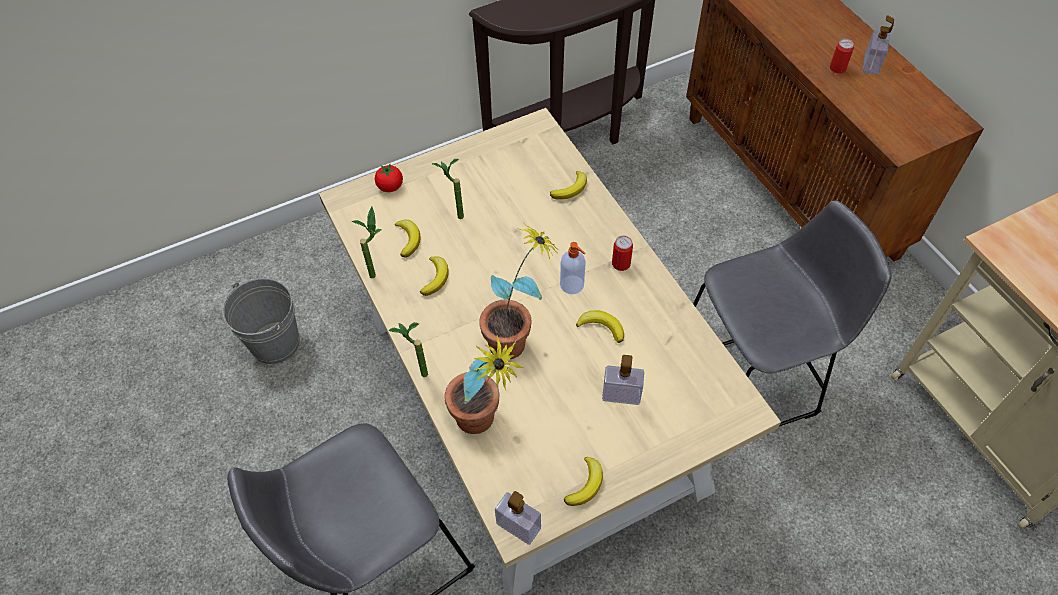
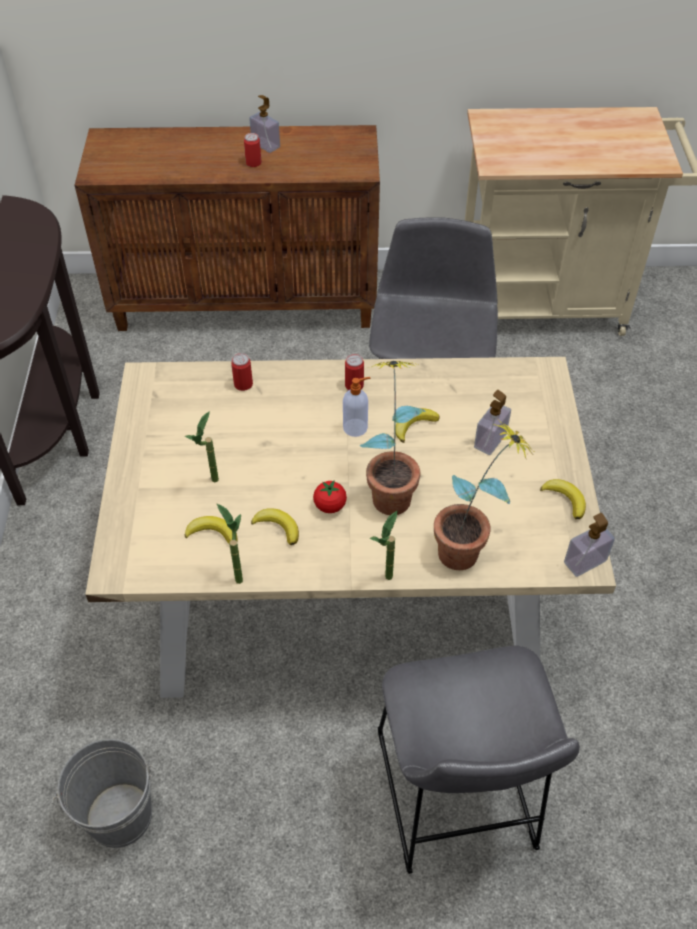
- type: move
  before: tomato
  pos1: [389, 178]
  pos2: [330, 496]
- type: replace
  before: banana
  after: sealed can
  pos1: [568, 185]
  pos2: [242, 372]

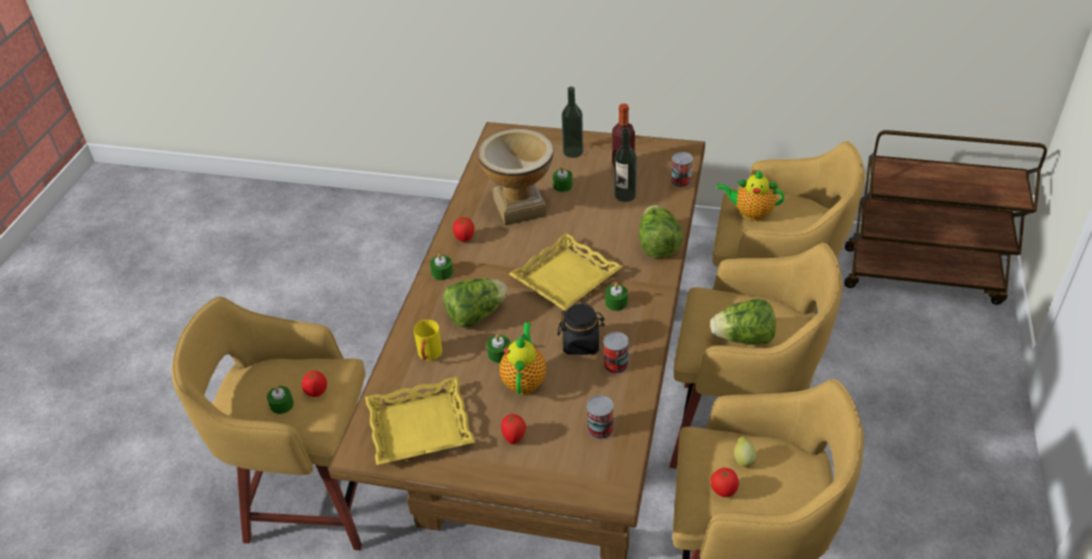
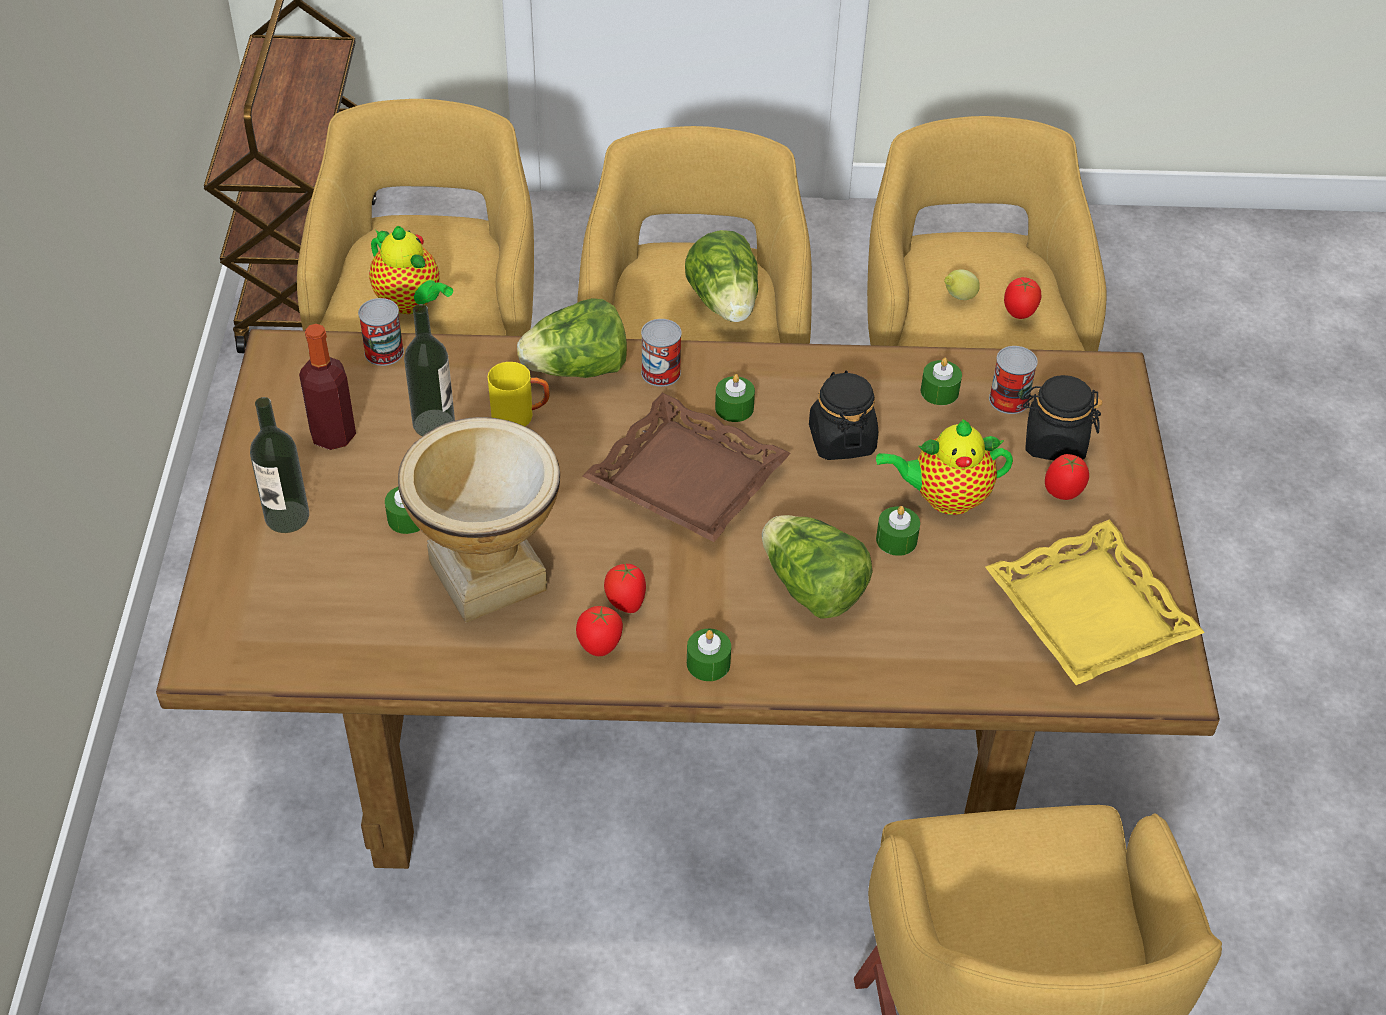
- type: move
  before: wax light (greenish)
  pos1: [280, 400]
  pos2: [941, 381]
- type: move
  before: tomato
  pos1: [314, 384]
  pos2: [625, 587]
- type: move
  before: coffee mug (yellow)
  pos1: [428, 340]
  pos2: [519, 394]
- type: recolor
  before: carrying tray (yellow)
  after: carrying tray (brown)
  pos1: [566, 271]
  pos2: [687, 467]
- type: move
  before: sealed can
  pos1: [616, 353]
  pos2: [661, 353]
- type: rotate
  before: pot for tea
  pos1: [750, 195]
  pos2: [411, 270]
  turn: -45
- type: insert
  after: preserve jar (black)
  pos2: [1063, 417]

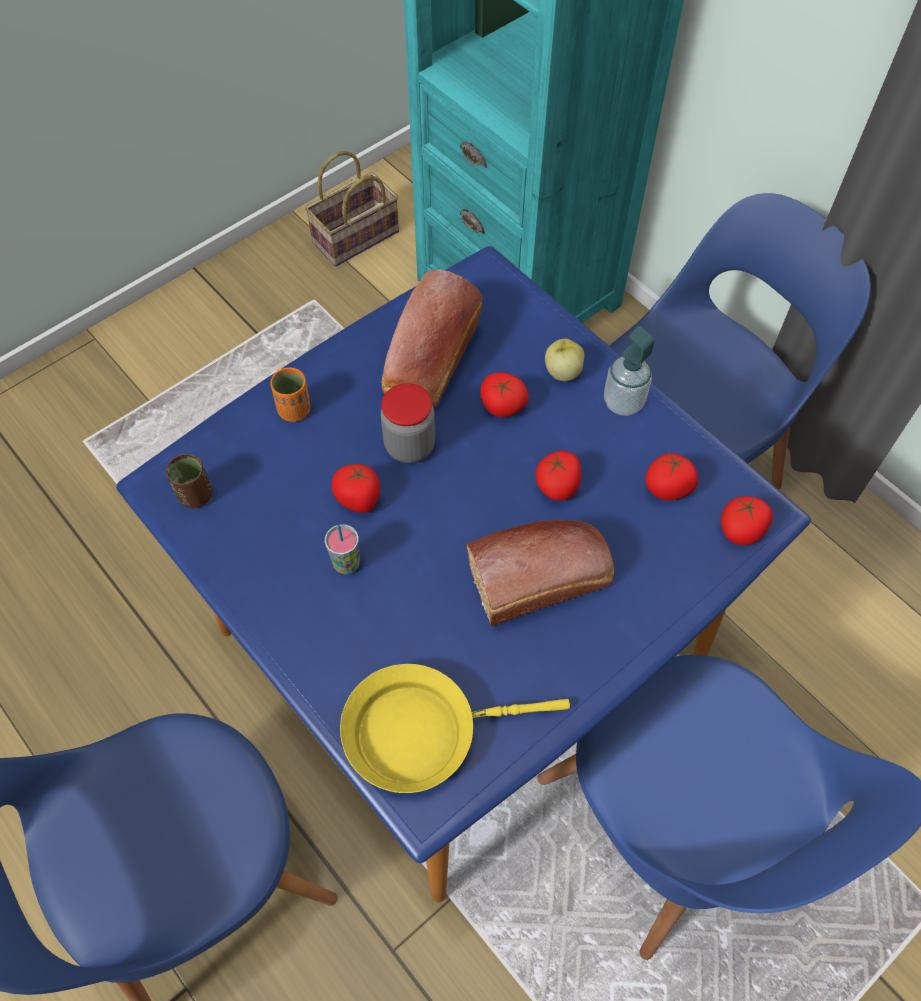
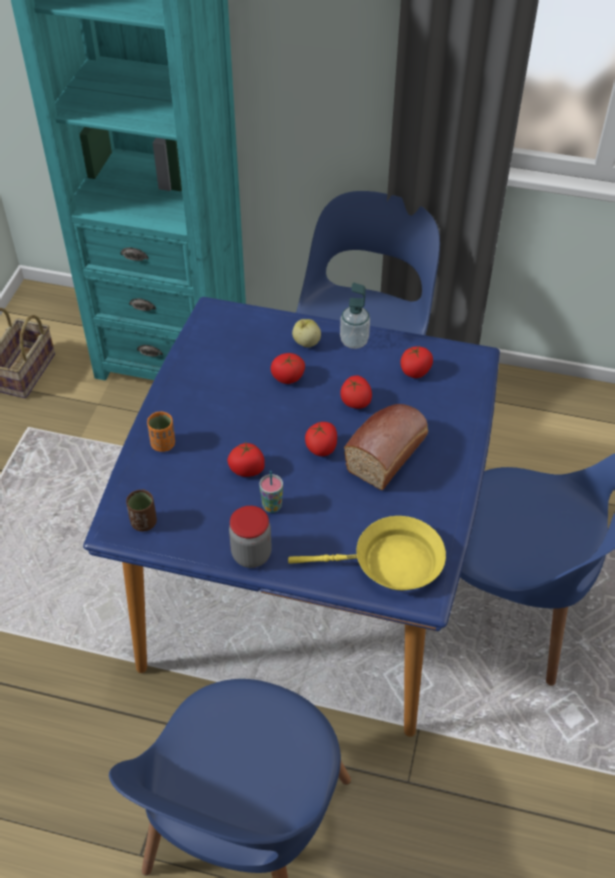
- type: rotate
  before: skillet (yellow)
  pos1: [455, 728]
  pos2: [367, 553]
  turn: -135
- type: move
  before: preserve jar
  pos1: [408, 423]
  pos2: [250, 537]
- type: delete
  before: baked bread
  pos1: [432, 338]
- type: move
  before: tomato
  pos1: [747, 521]
  pos2: [321, 439]

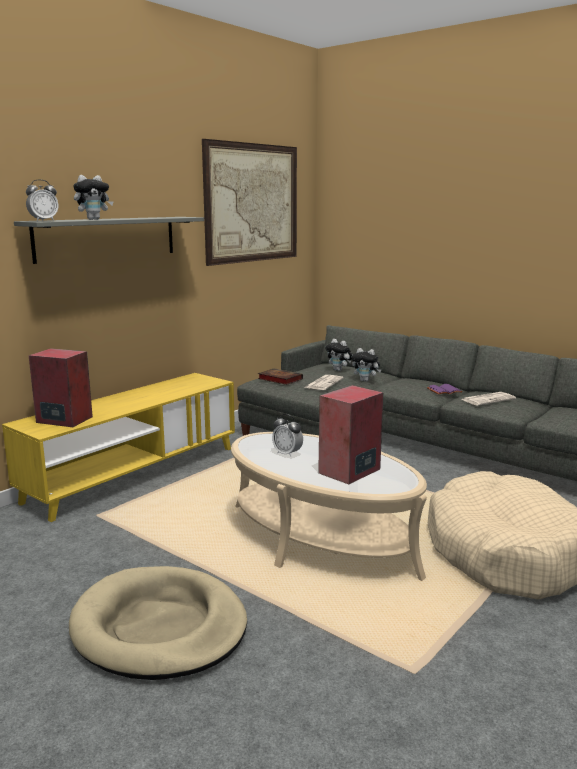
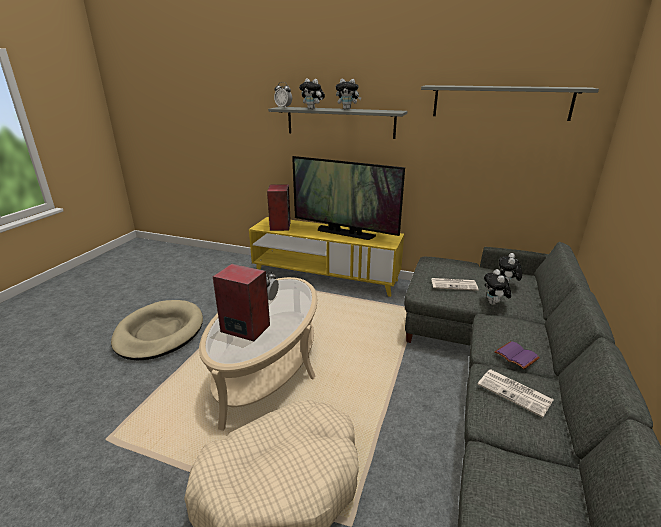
- type: replace
  before: wall art
  after: shelf (greyish)
  pos1: [249, 202]
  pos2: [510, 103]
- type: delete
  before: bound book
  pos1: [280, 376]
- type: insert
  after: television
  pos2: [348, 198]
- type: insert
  after: soft toy
  pos2: [349, 94]

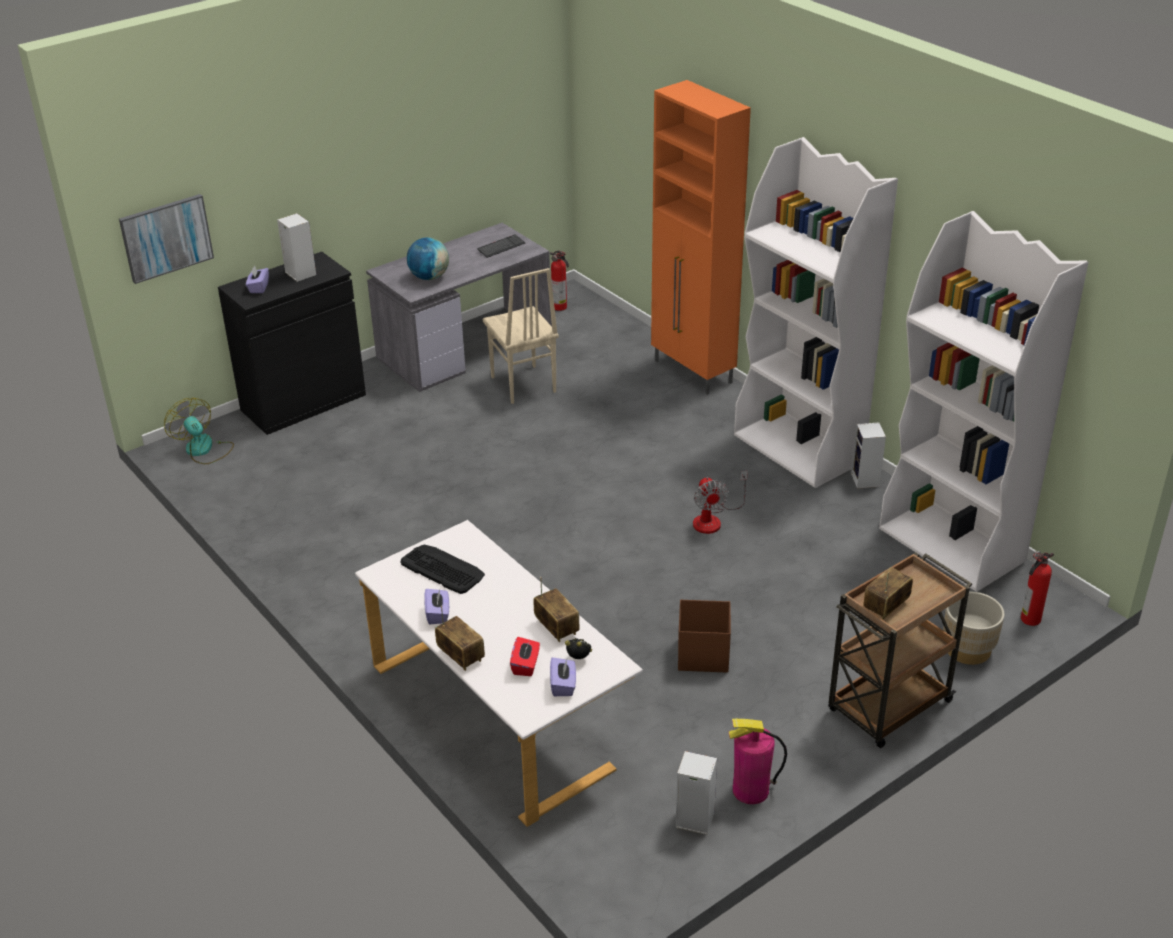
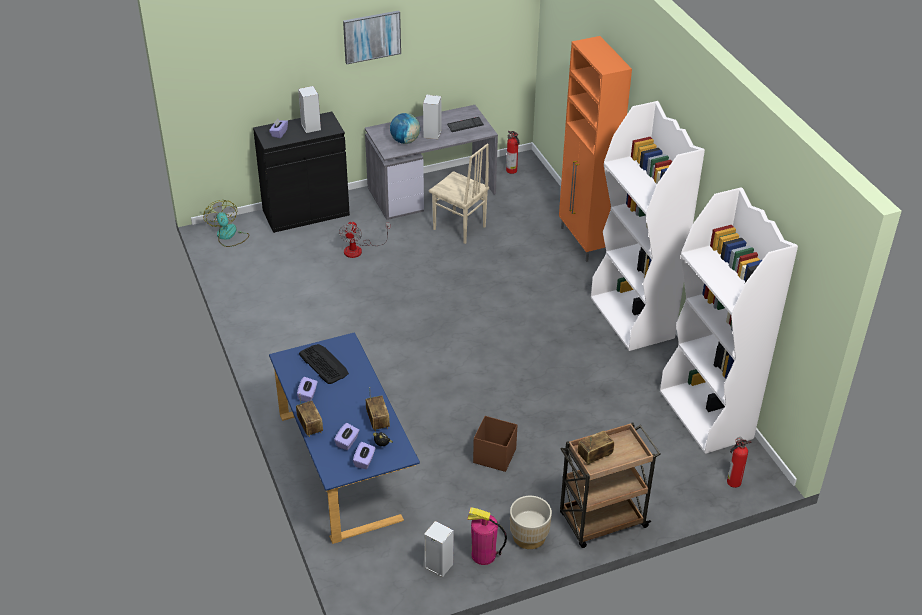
- type: move
  before: wall art
  pos1: [166, 239]
  pos2: [372, 37]
- type: recolor
  before: desk table (white-coloured)
  after: desk table (blue)
  pos1: [498, 673]
  pos2: [344, 438]
- type: rotate
  before: plain chair (sand-coloured)
  pos1: [521, 336]
  pos2: [459, 194]
  turn: -45
- type: recolor
  before: box of tissues (reddish)
  after: box of tissues (purple)
  pos1: [525, 656]
  pos2: [346, 436]
- type: move
  before: fan
  pos1: [720, 502]
  pos2: [364, 239]
- type: move
  before: loudspeaker
  pos1: [868, 455]
  pos2: [432, 117]
- type: move
  before: flower pot (sand-coloured)
  pos1: [973, 628]
  pos2: [531, 522]

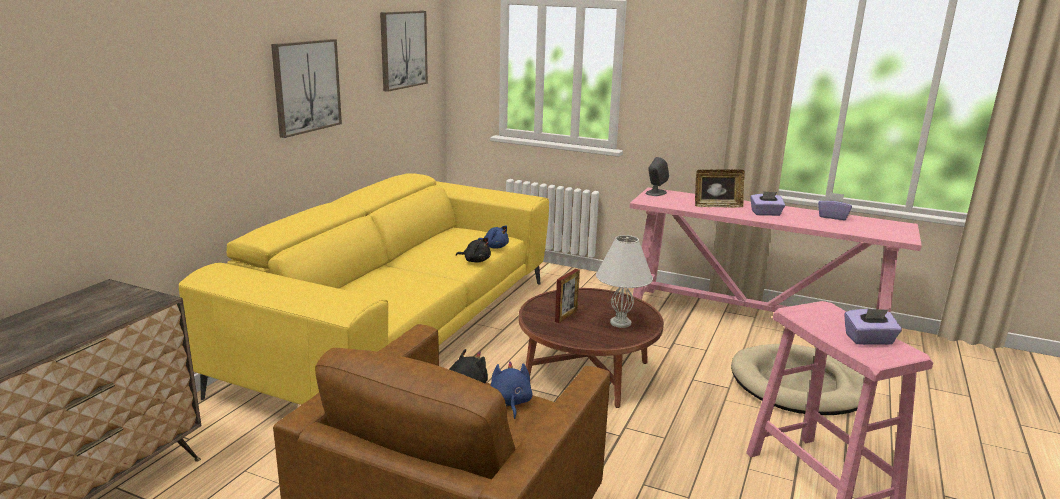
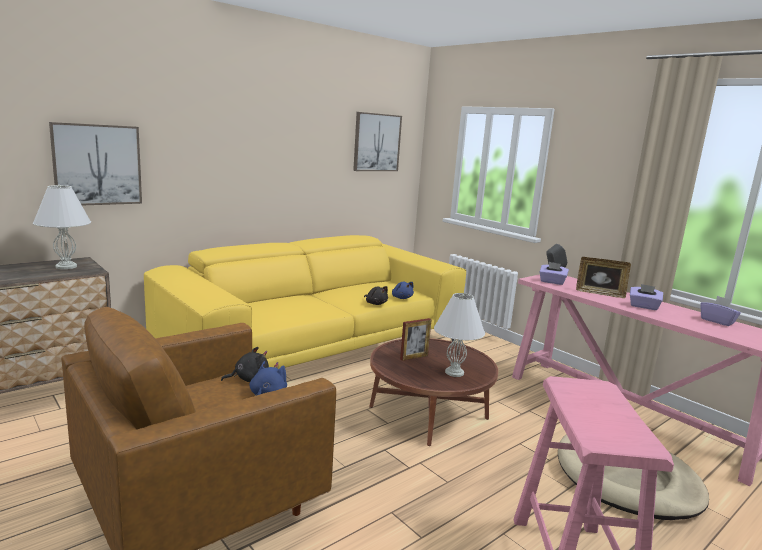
- type: move
  before: wall art
  pos1: [306, 88]
  pos2: [95, 164]
- type: move
  before: box of tissues (purple)
  pos1: [873, 327]
  pos2: [554, 273]
- type: insert
  after: table lamp (white-coloured)
  pos2: [62, 227]

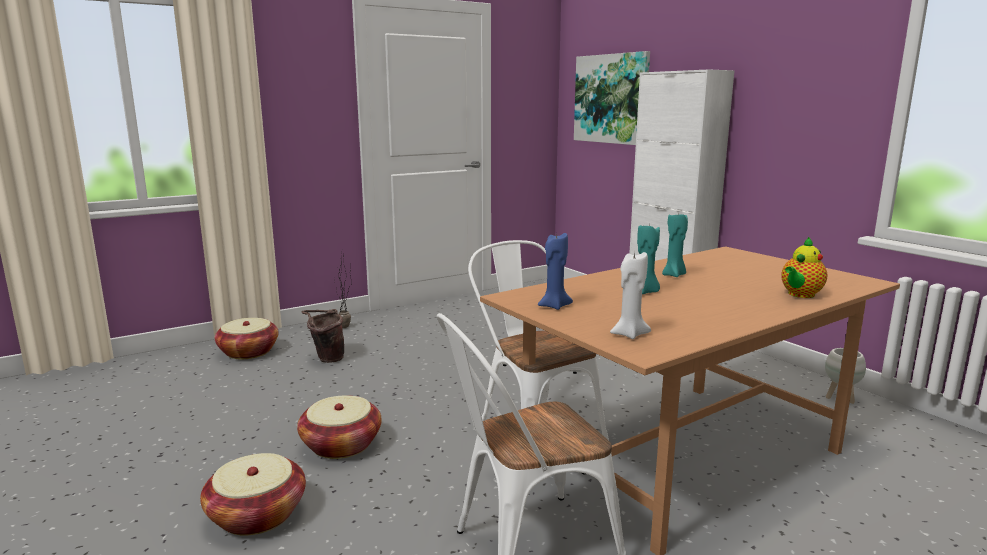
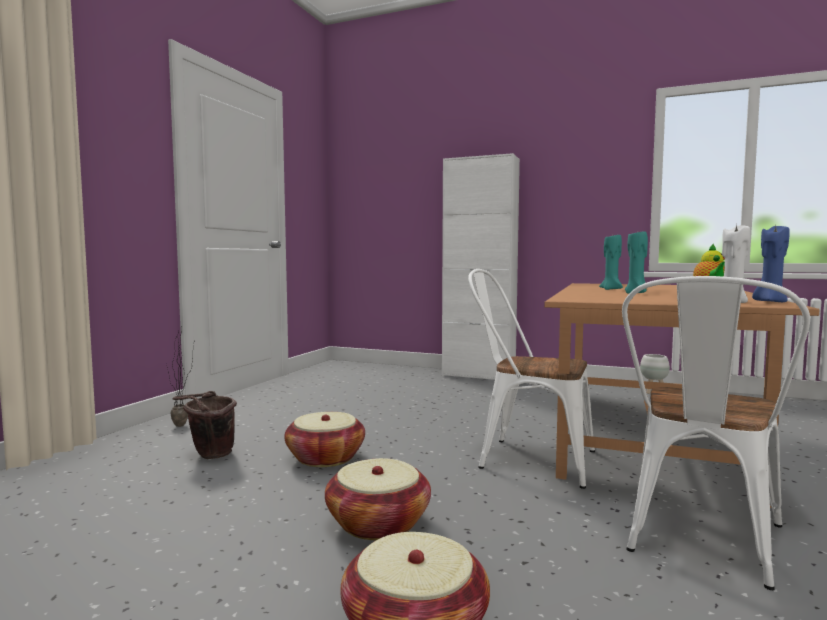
- type: move
  before: household basket
  pos1: [247, 338]
  pos2: [324, 439]
- type: move
  before: wax light (blue)
  pos1: [555, 271]
  pos2: [771, 264]
- type: delete
  before: wall art
  pos1: [612, 98]

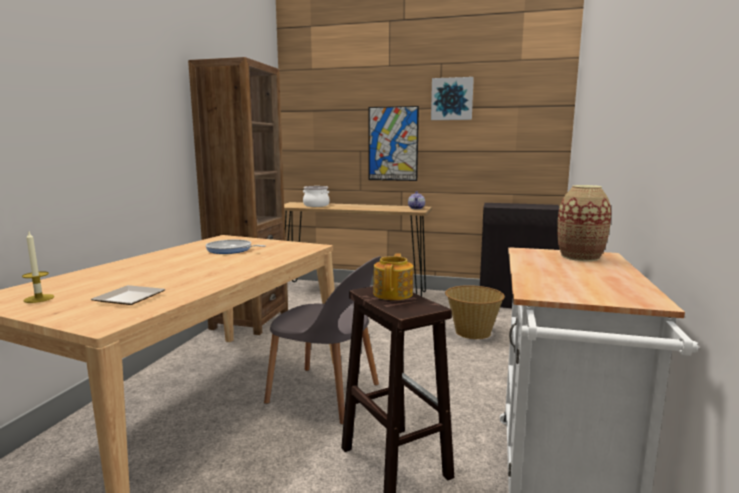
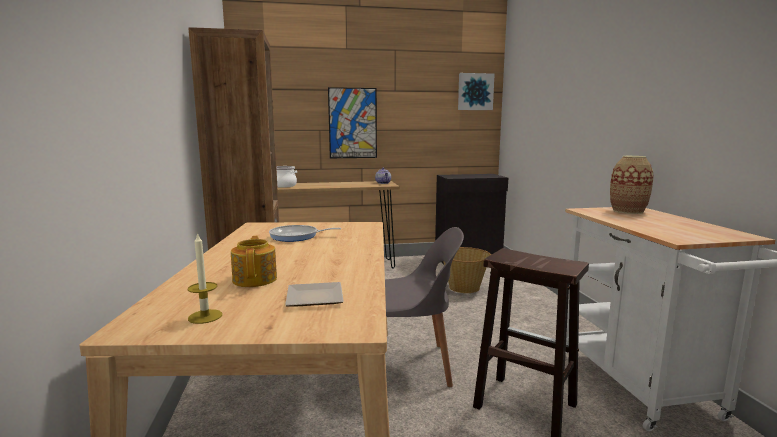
- type: move
  before: pot for tea
  pos1: [393, 276]
  pos2: [254, 261]
- type: move
  before: wall art
  pos1: [452, 98]
  pos2: [476, 91]

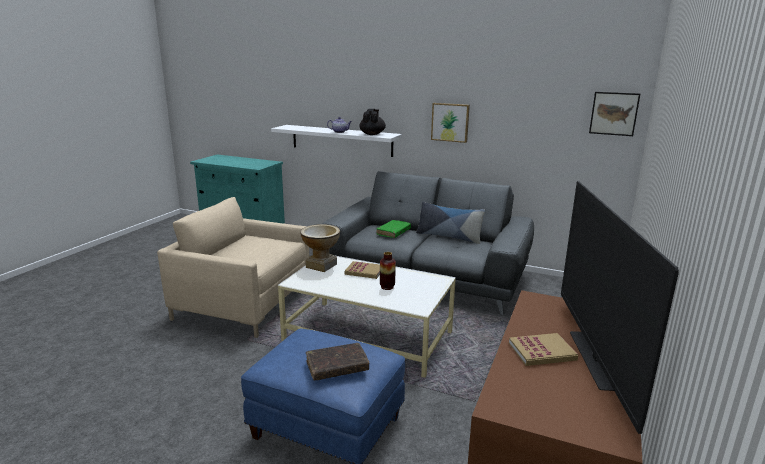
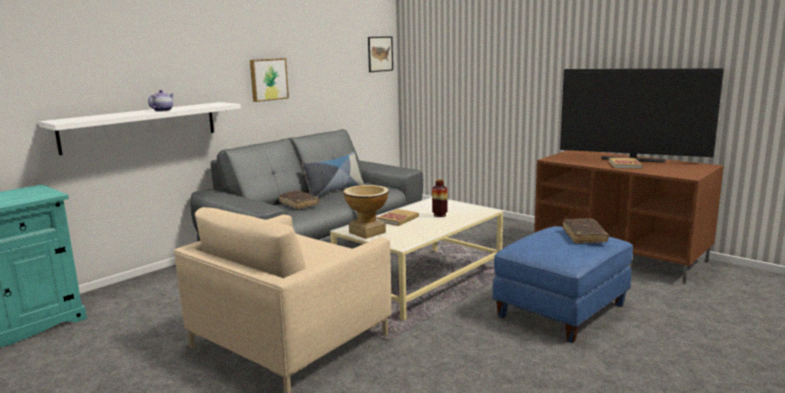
- type: delete
  before: pot for tea (black)
  pos1: [372, 122]
- type: recolor
  before: bound book (greenish)
  after: bound book (brown)
  pos1: [393, 229]
  pos2: [299, 199]

